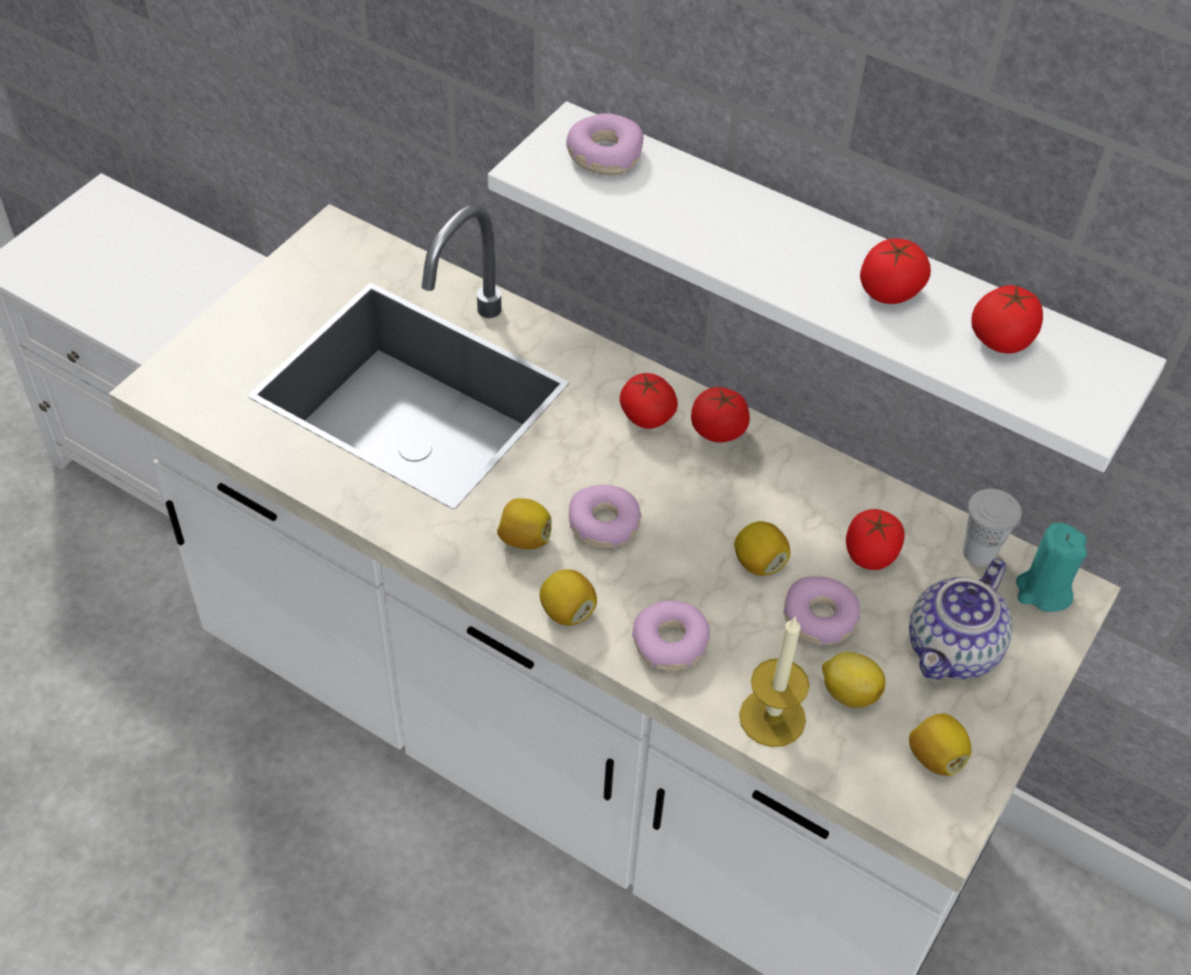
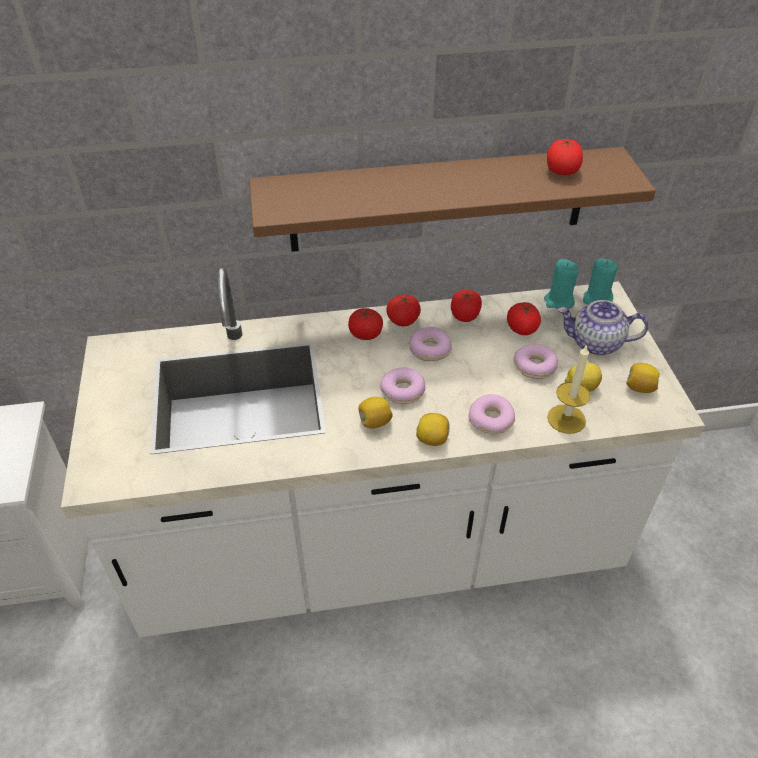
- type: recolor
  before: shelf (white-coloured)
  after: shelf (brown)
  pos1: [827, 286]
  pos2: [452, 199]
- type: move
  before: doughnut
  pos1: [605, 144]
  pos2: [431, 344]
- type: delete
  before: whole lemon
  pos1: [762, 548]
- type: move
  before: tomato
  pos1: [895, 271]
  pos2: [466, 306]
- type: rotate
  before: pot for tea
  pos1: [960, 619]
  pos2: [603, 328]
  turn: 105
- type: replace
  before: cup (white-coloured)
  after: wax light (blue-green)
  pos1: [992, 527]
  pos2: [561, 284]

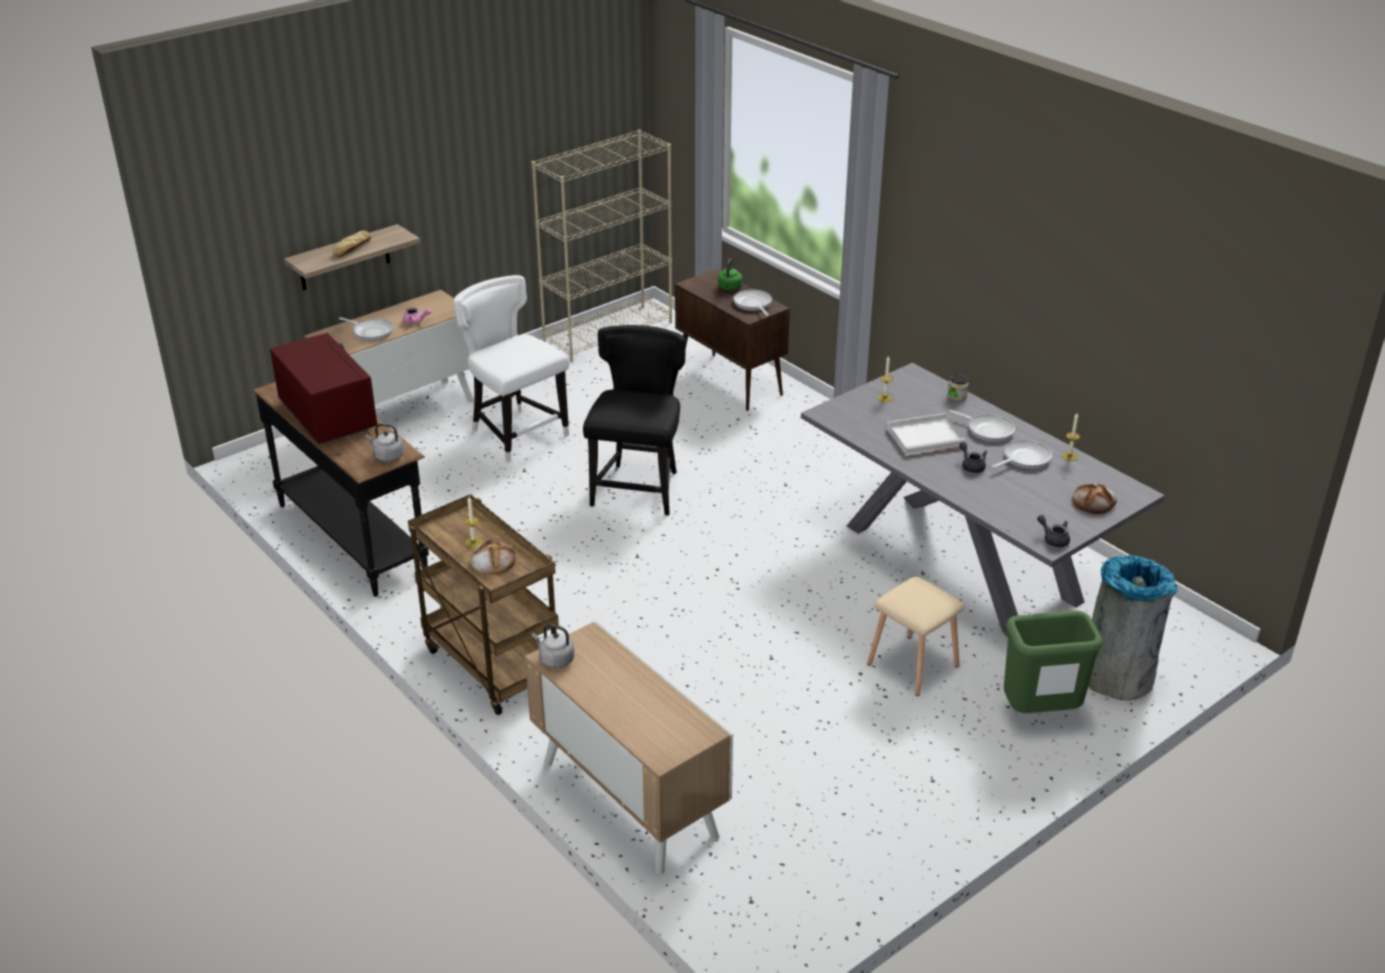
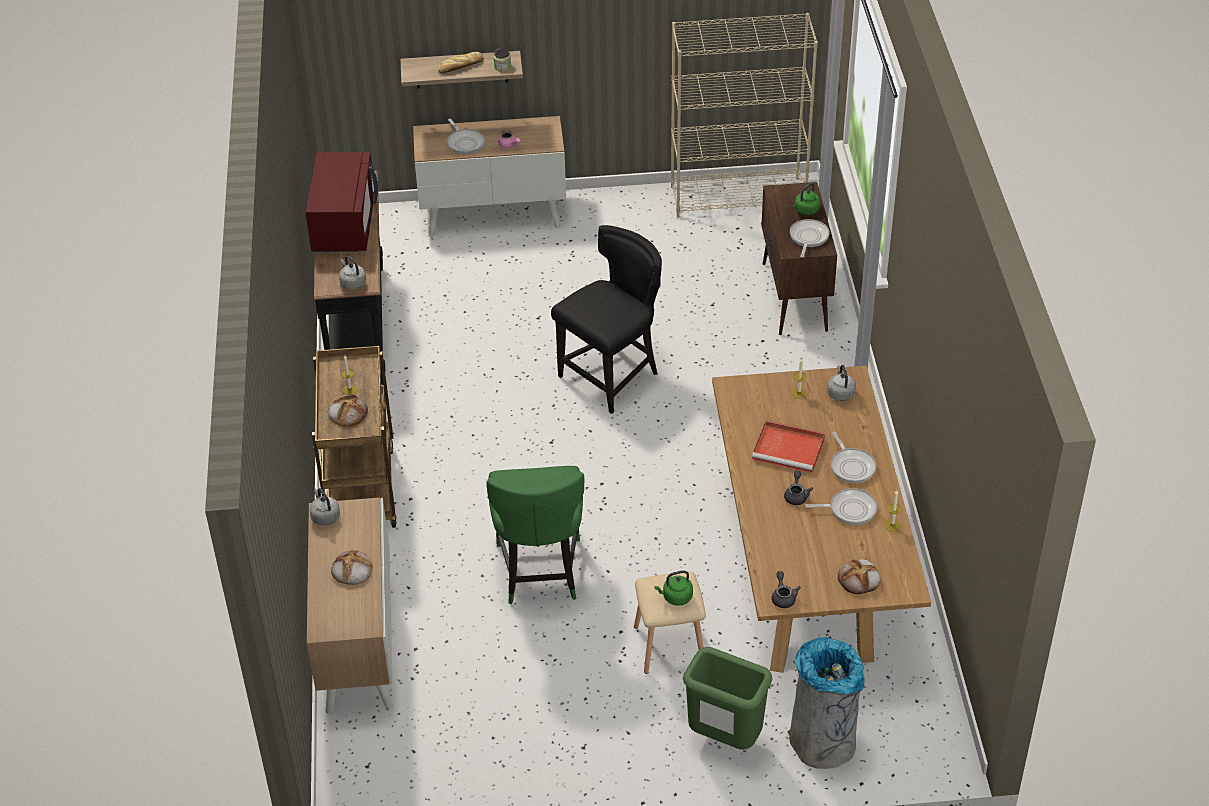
- type: delete
  before: plain chair (white-coloured)
  pos1: [511, 369]
- type: recolor
  before: kitchen table (greyish)
  after: kitchen table (brown)
  pos1: [983, 500]
  pos2: [821, 519]
- type: recolor
  before: carrying tray (white-coloured)
  after: carrying tray (reddish)
  pos1: [926, 434]
  pos2: [788, 446]
- type: move
  before: preserve jar
  pos1: [958, 387]
  pos2: [502, 60]
- type: insert
  after: baked bread
  pos2: [352, 567]
- type: insert
  after: plain chair (greenish)
  pos2: [535, 535]
- type: insert
  after: tea kettle (greenish)
  pos2: [673, 588]
- type: insert
  after: tea kettle (greyish)
  pos2: [841, 383]

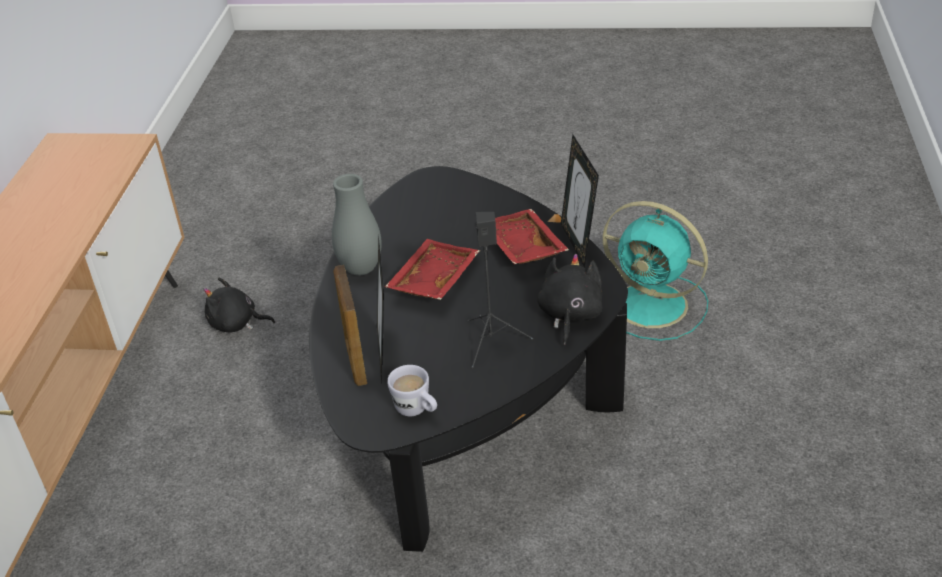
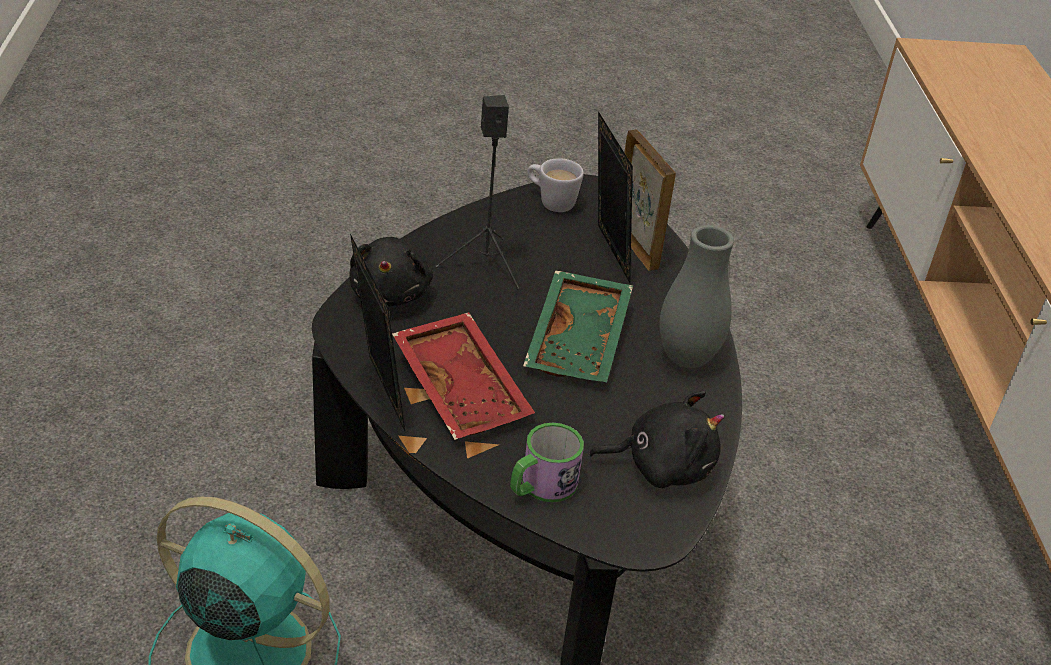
- type: move
  before: soft toy (black)
  pos1: [239, 305]
  pos2: [656, 439]
- type: recolor
  before: carrying tray (reddish)
  after: carrying tray (greenish)
  pos1: [432, 269]
  pos2: [578, 326]
- type: insert
  after: coffee mug
  pos2: [547, 462]

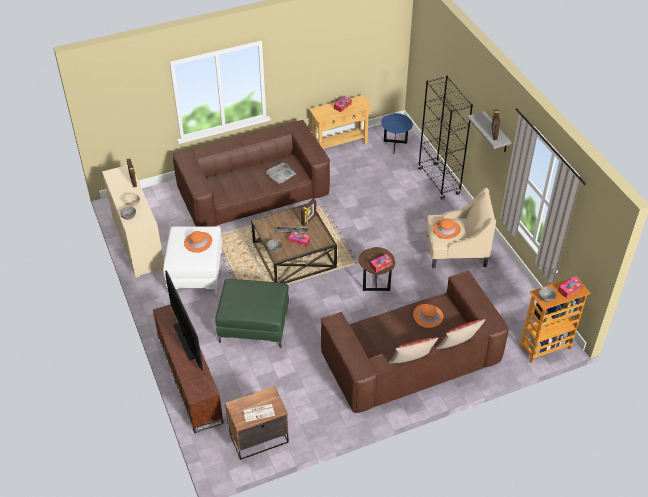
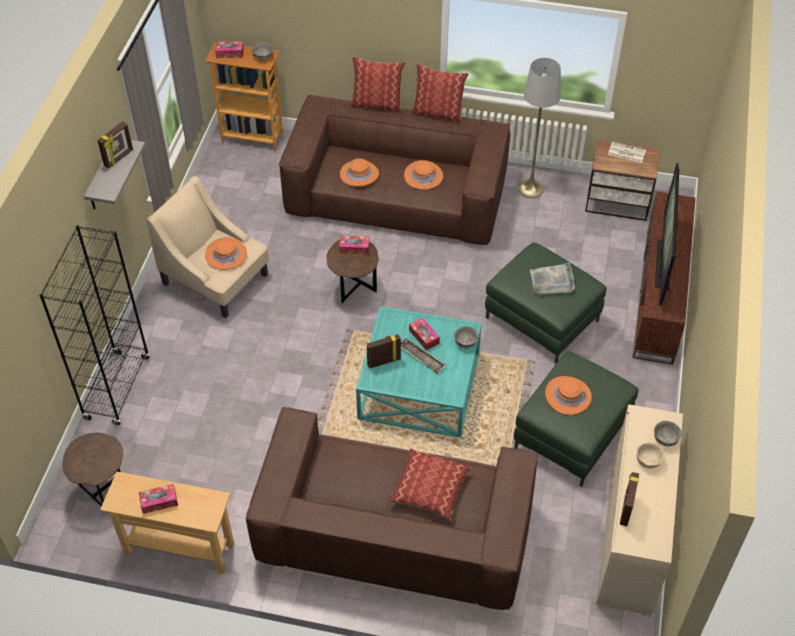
- type: recolor
  before: ottoman (white-coloured)
  after: ottoman (greenish)
  pos1: [192, 260]
  pos2: [576, 419]
- type: recolor
  before: lounge table (brown)
  after: lounge table (blue-green)
  pos1: [294, 244]
  pos2: [419, 372]
- type: move
  before: carrying tray (greyish)
  pos1: [281, 173]
  pos2: [552, 278]
- type: recolor
  before: accent table (blue)
  after: accent table (brown)
  pos1: [397, 132]
  pos2: [92, 469]
- type: insert
  after: pillow
  pos2: [429, 484]
- type: insert
  after: hat (orangey)
  pos2: [423, 175]
- type: insert
  after: standing lamp (greyish)
  pos2: [539, 128]

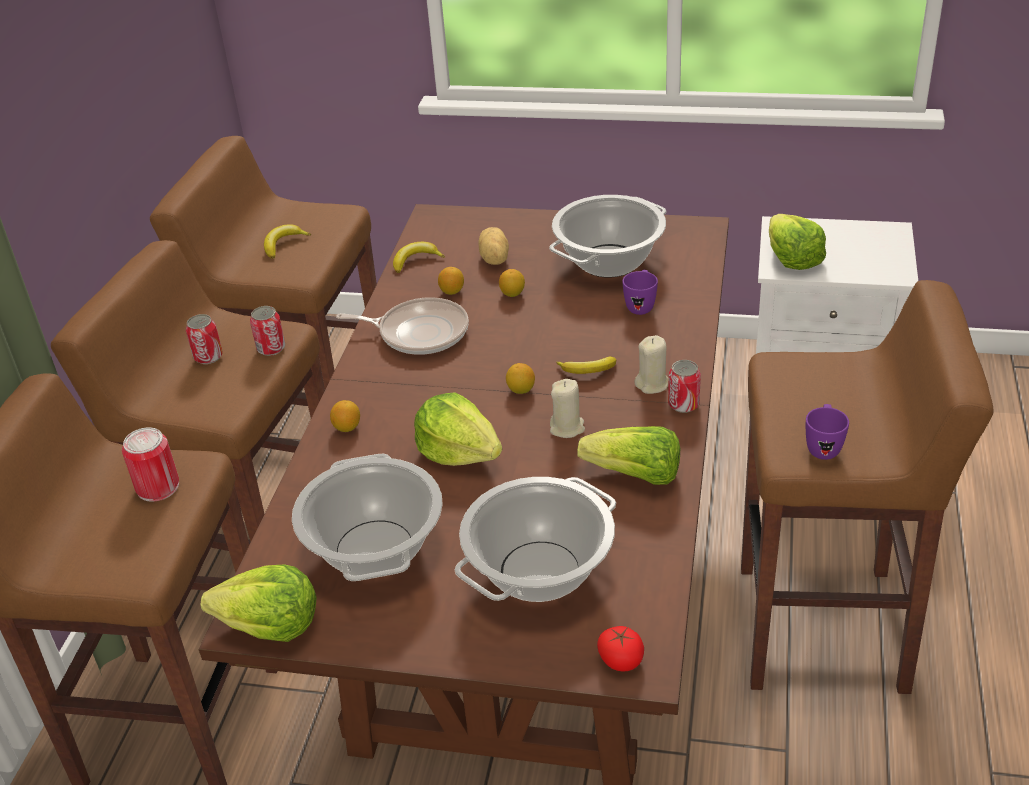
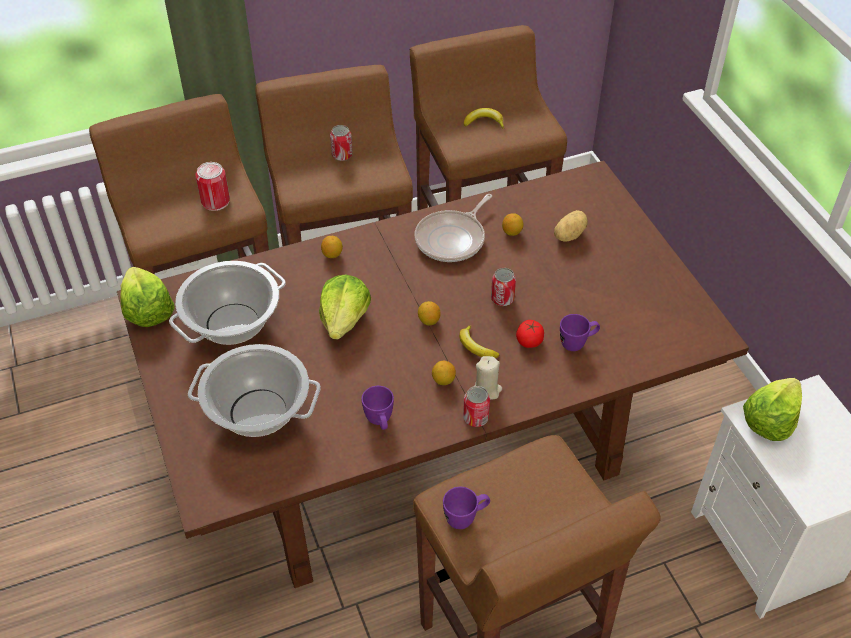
- type: move
  before: sealed can
  pos1: [267, 331]
  pos2: [503, 287]
- type: rotate
  before: skillet
  pos1: [402, 326]
  pos2: [453, 228]
  turn: 60
- type: delete
  before: banana
  pos1: [419, 257]
- type: move
  before: whole lemon
  pos1: [512, 283]
  pos2: [444, 373]
- type: delete
  before: saucepot
  pos1: [607, 236]
- type: delete
  before: wax light (sand-coloured)
  pos1: [567, 408]
- type: replace
  before: head of lettuce
  after: coffee mug (purple)
  pos1: [628, 455]
  pos2: [377, 408]
- type: move
  before: tomato
  pos1: [620, 649]
  pos2: [530, 334]

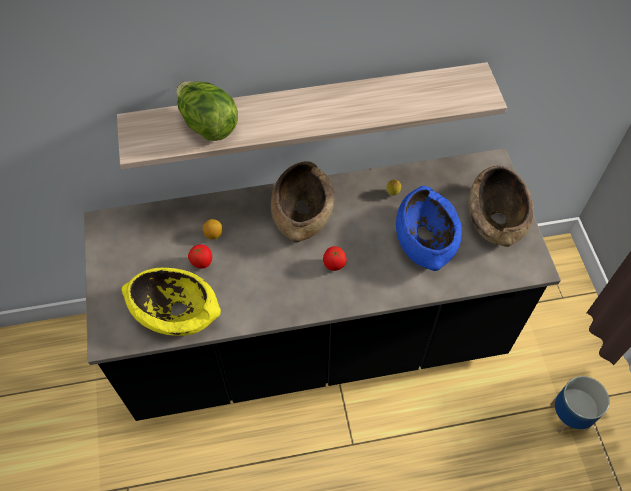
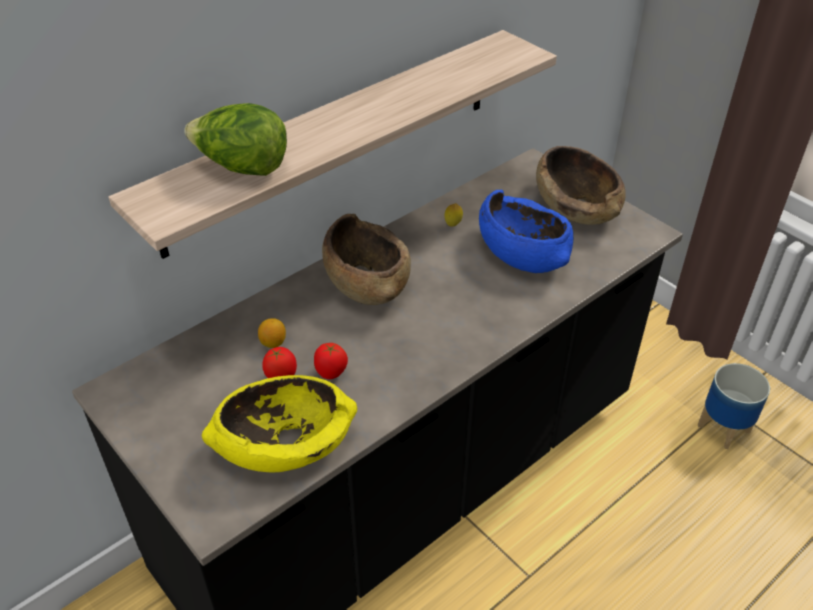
- type: move
  before: tomato
  pos1: [335, 258]
  pos2: [331, 361]

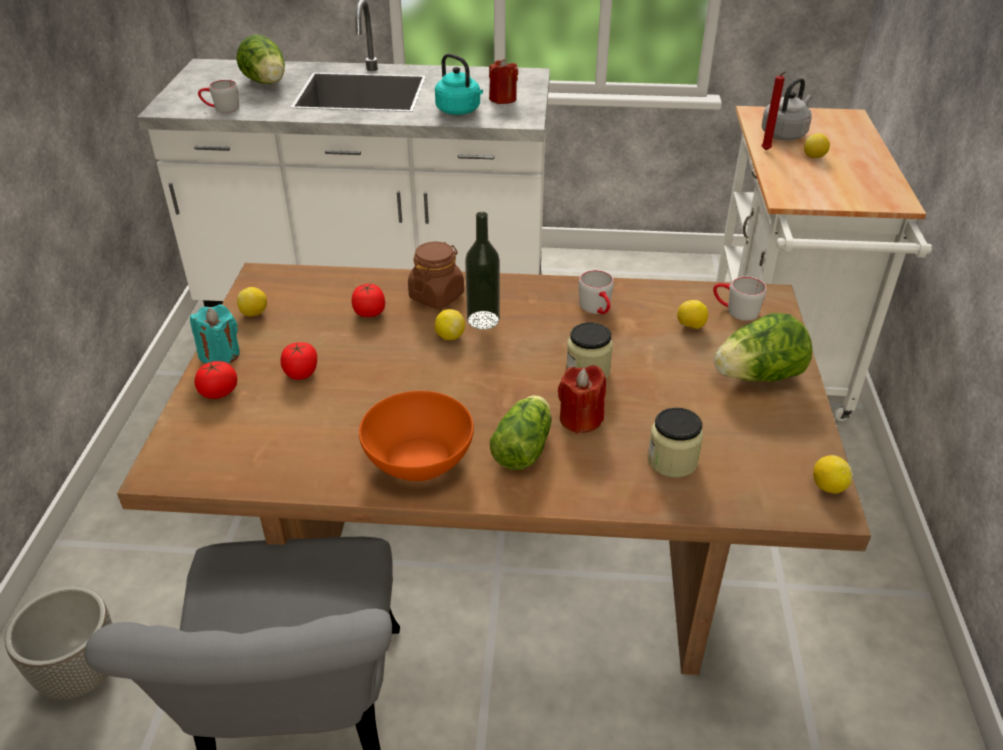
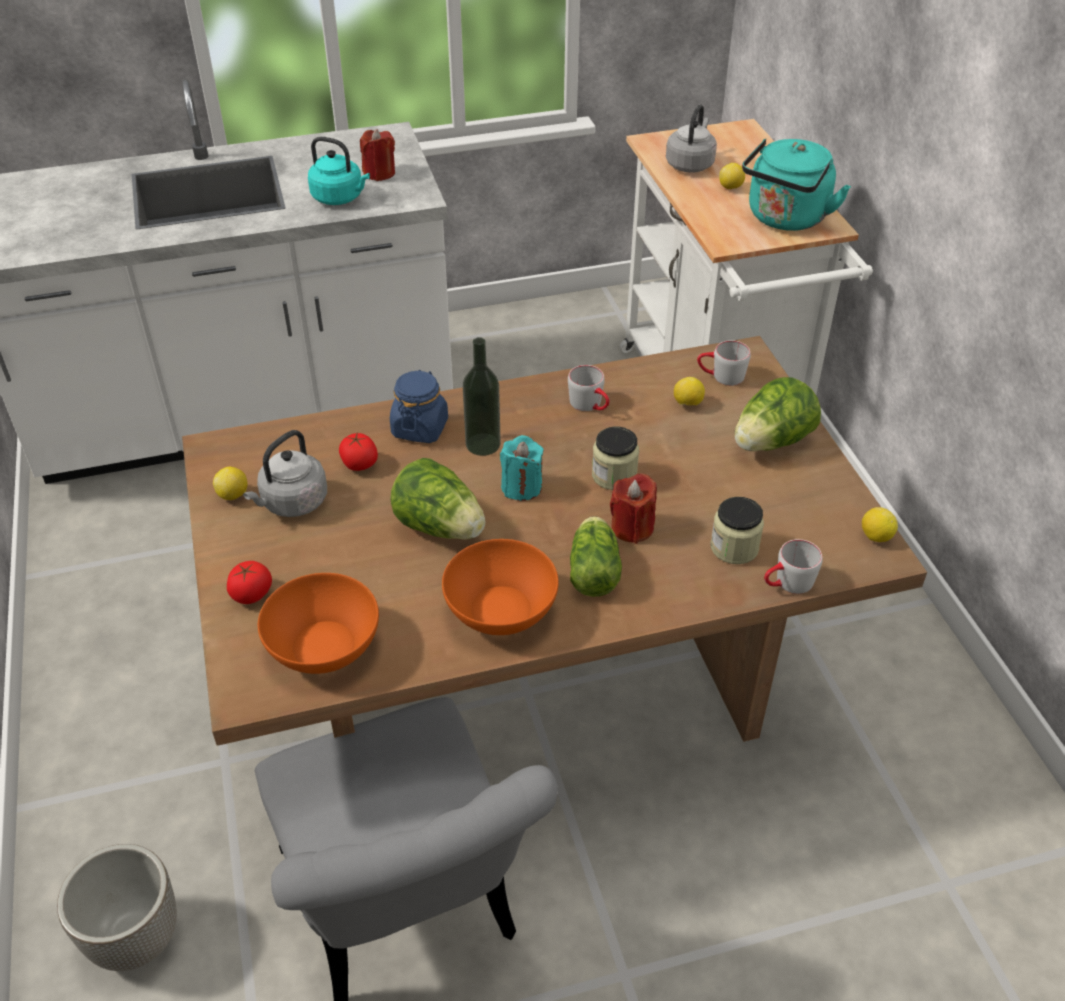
- type: move
  before: wax light (blue-green)
  pos1: [215, 334]
  pos2: [522, 468]
- type: move
  before: coffee mug (greyish)
  pos1: [218, 96]
  pos2: [793, 566]
- type: move
  before: head of lettuce
  pos1: [260, 59]
  pos2: [437, 499]
- type: delete
  before: tomato
  pos1: [299, 361]
- type: recolor
  before: preserve jar (brown)
  after: preserve jar (blue)
  pos1: [436, 275]
  pos2: [419, 406]
- type: delete
  before: whole lemon
  pos1: [450, 324]
- type: delete
  before: wax light (reddish)
  pos1: [773, 111]
- type: insert
  after: tea kettle (greyish)
  pos2: [285, 473]
- type: insert
  after: deep dish (orangey)
  pos2: [318, 623]
- type: insert
  after: tea kettle (blue-green)
  pos2: [796, 185]

